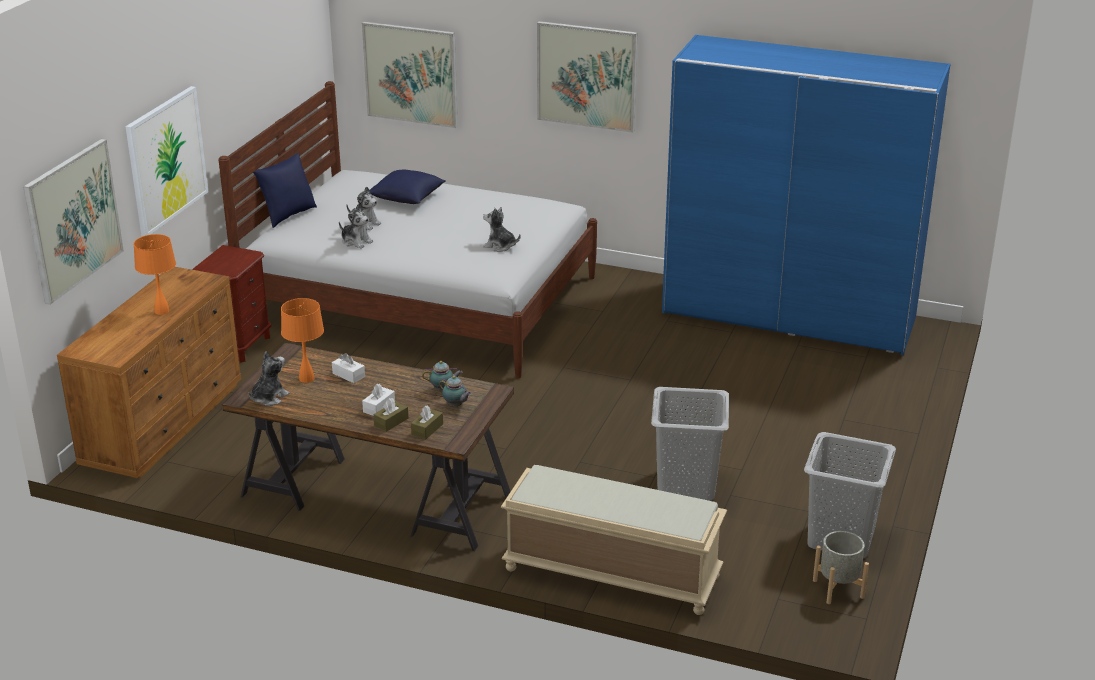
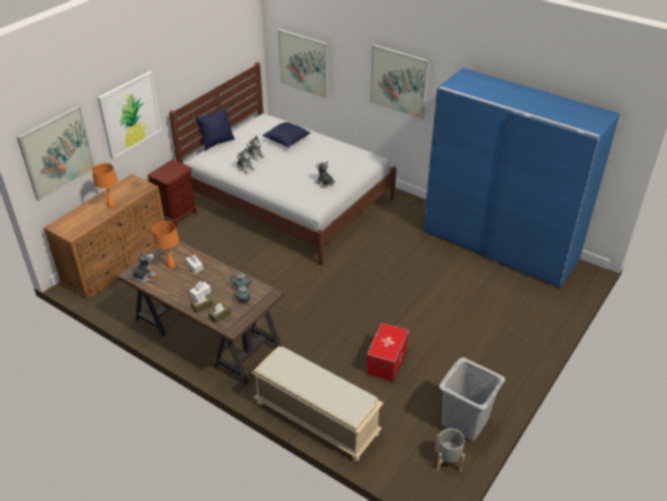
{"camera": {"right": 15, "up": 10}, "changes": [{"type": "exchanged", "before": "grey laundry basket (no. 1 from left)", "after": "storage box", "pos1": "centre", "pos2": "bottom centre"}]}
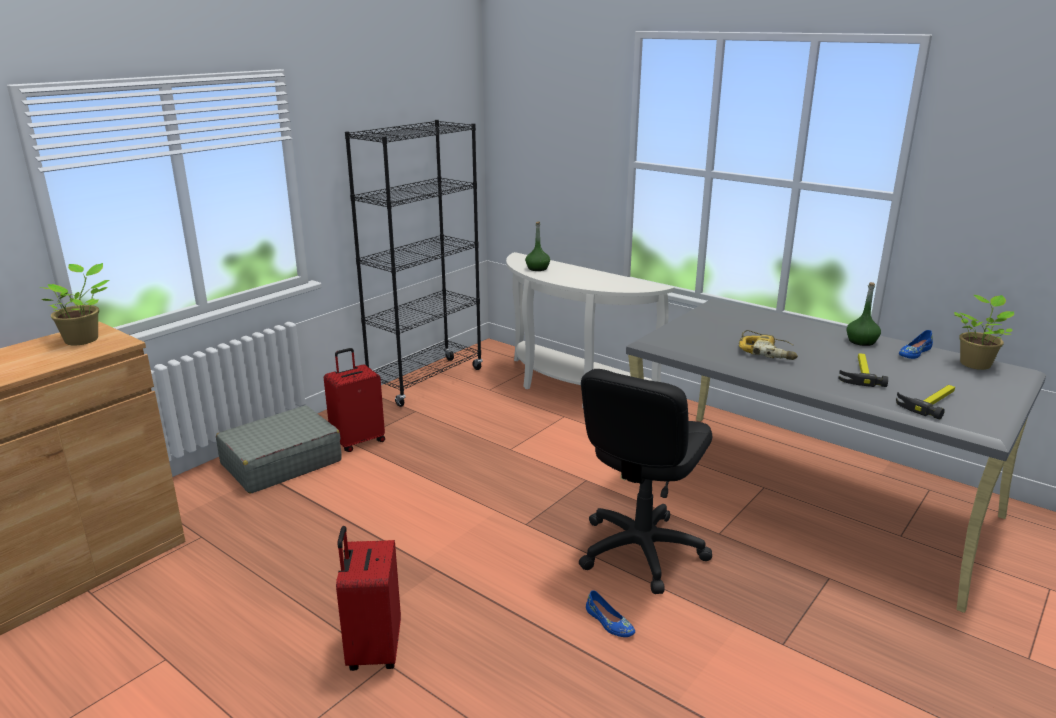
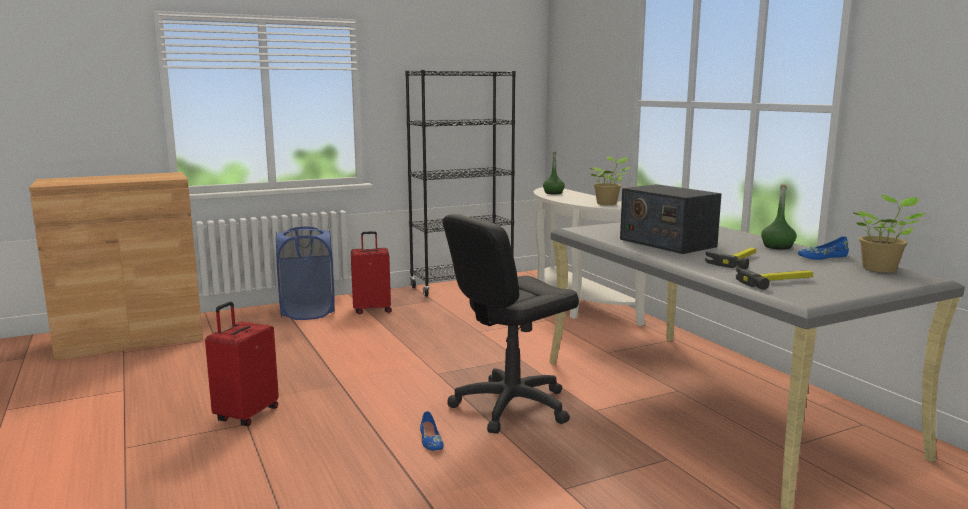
{"camera": {"right": 25, "up": -10}, "changes": [{"type": "exchanged", "before": "grey suitcase", "after": "blue laundry basket", "pos1": "middle left", "pos2": "middle left"}, {"type": "relocated", "before": "potted plant (no. 1 from left)", "pos1": "middle left", "pos2": "centre"}, {"type": "exchanged", "before": "power drill", "after": "radio", "pos1": "middle right", "pos2": "middle right"}]}
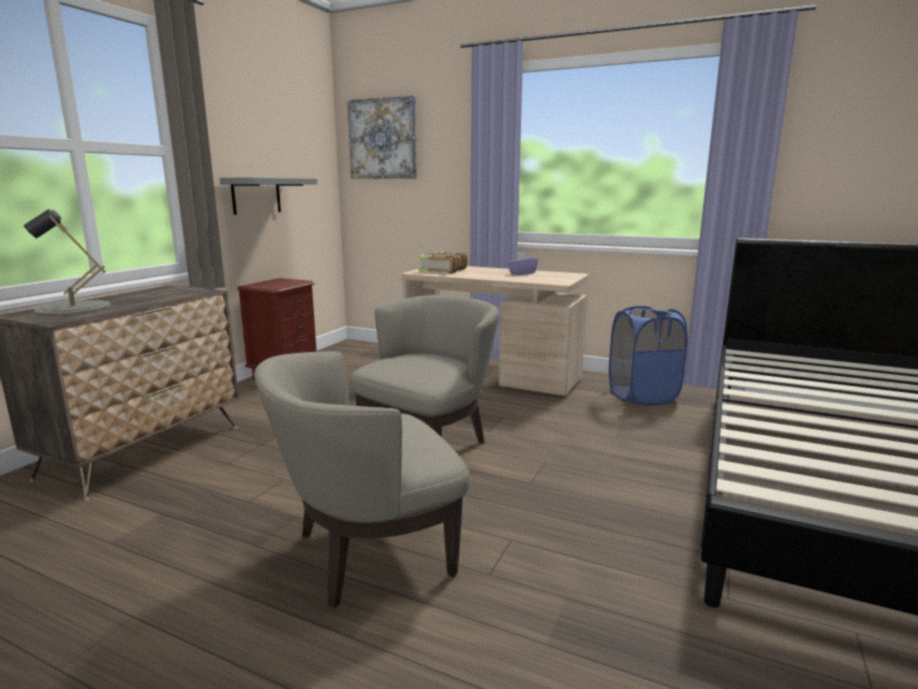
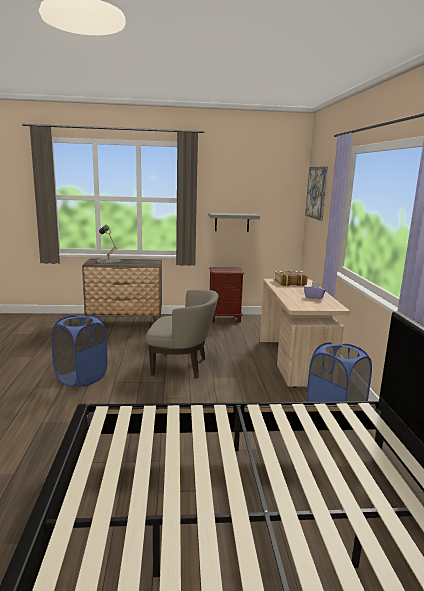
{"camera": {"right": 60, "up": 0}, "changes": [{"type": "exchanged", "before": "beige armchair (no. 1 from left)", "after": "blue laundry basket (no. 1 from left)", "pos1": "bottom centre", "pos2": "middle left"}]}
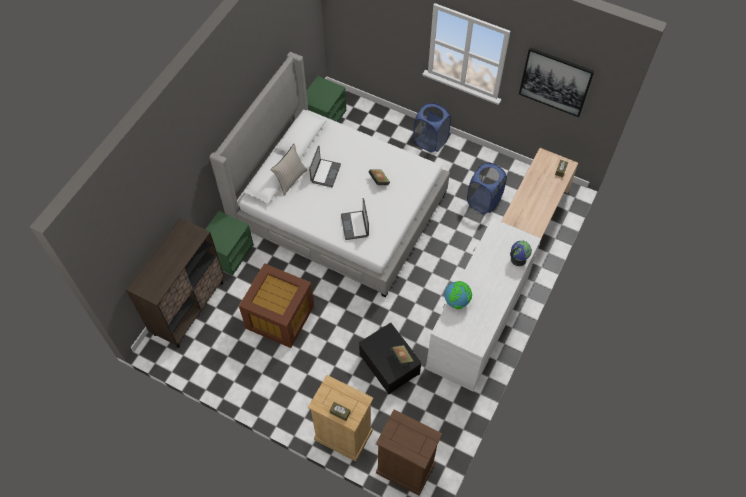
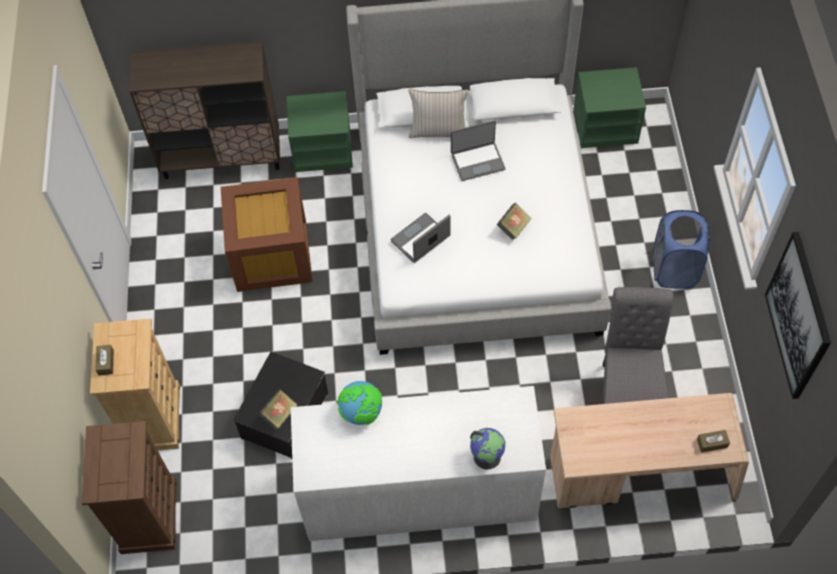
{"camera": {"right": 60, "up": 0}, "changes": [{"type": "exchanged", "before": "blue laundry basket (no. 2 from left)", "after": "grey chair", "pos1": "centre", "pos2": "middle right"}]}
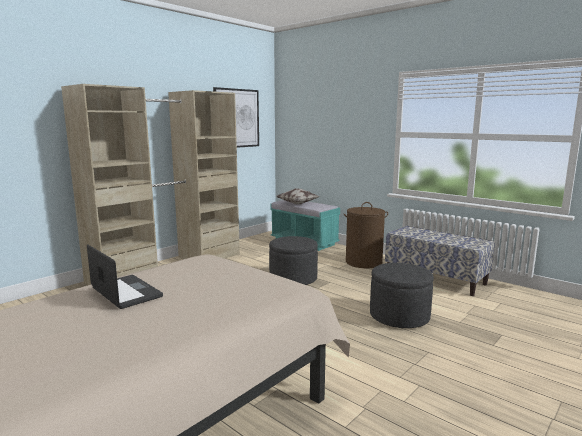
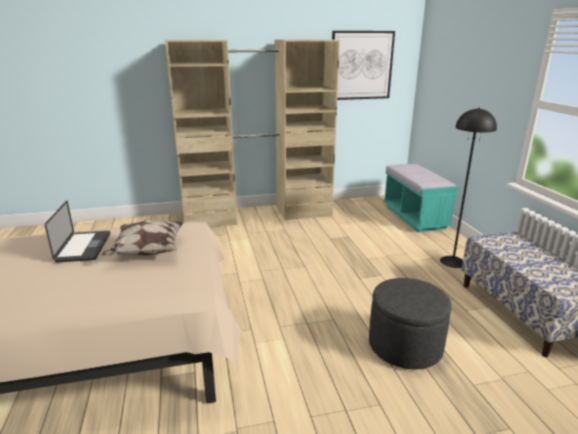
{"camera": {"right": 35, "up": 10}, "changes": [{"type": "relocated", "before": "pillow", "pos1": "centre", "pos2": "middle left"}, {"type": "exchanged", "before": "brown laundry basket", "after": "black floor lamp", "pos1": "centre", "pos2": "middle right"}, {"type": "missing", "before": "grey ottoman (no. 1 from left)", "pos1": "centre"}]}
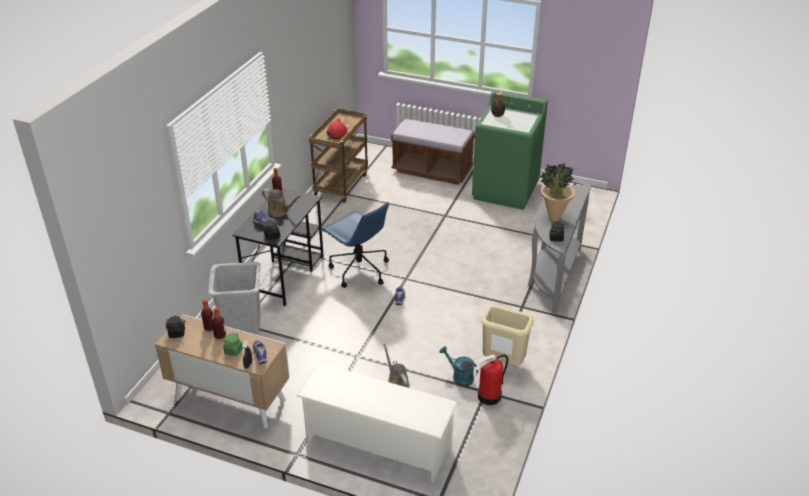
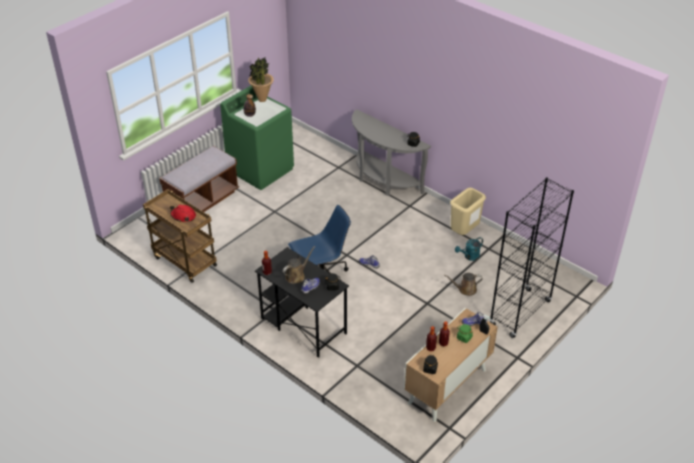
{"camera": {"right": -70, "up": 5}, "changes": [{"type": "relocated", "before": "potted plant", "pos1": "middle right", "pos2": "top centre"}, {"type": "exchanged", "before": "white shoe rack", "after": "black bookcase", "pos1": "bottom centre", "pos2": "middle right"}, {"type": "missing", "before": "grey laundry basket", "pos1": "middle left"}, {"type": "missing", "before": "fire extinguisher", "pos1": "bottom centre"}]}
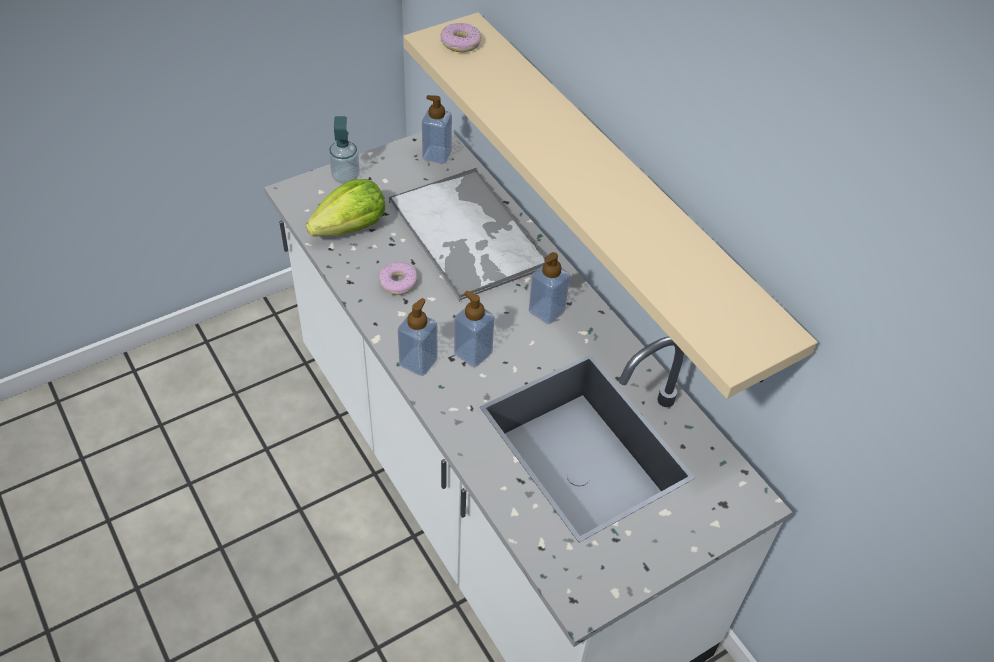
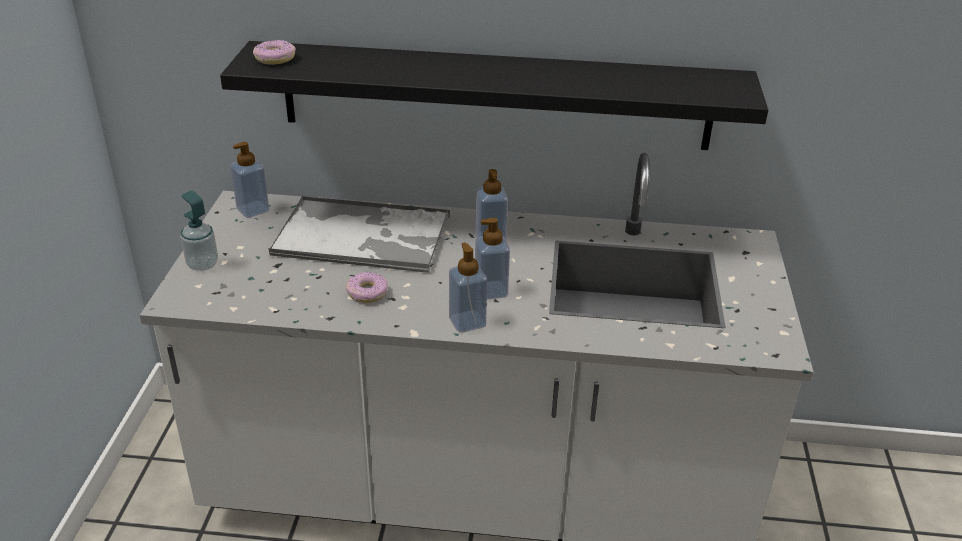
{"camera": {"right": -50, "up": -15}, "changes": [{"type": "colour", "before": "beige shelf", "after": "black shelf", "pos1": "top centre", "pos2": "top centre"}, {"type": "missing", "before": "lettuce", "pos1": "top centre"}]}
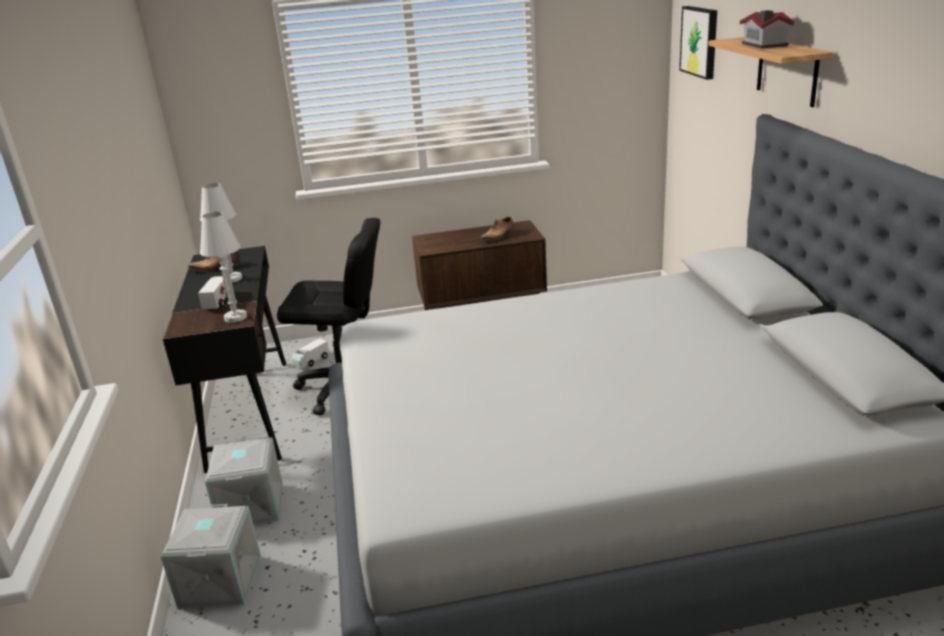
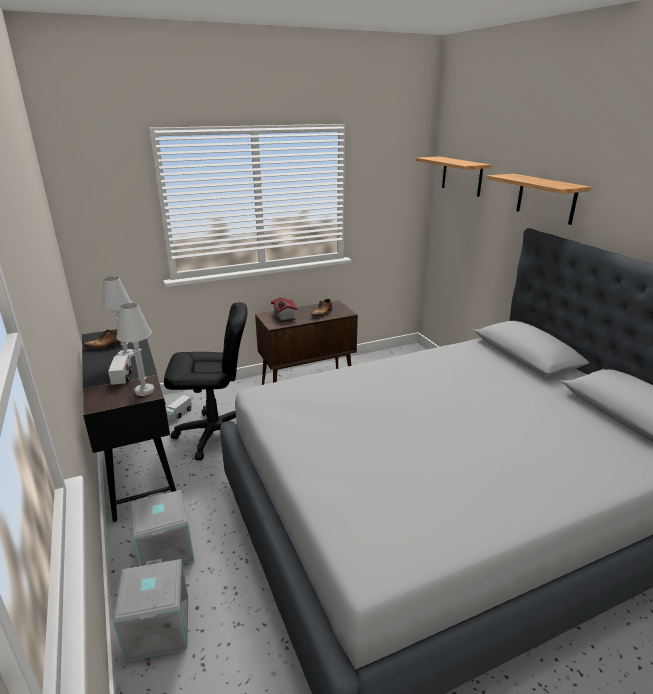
{"camera": {"right": -15, "up": 0}, "changes": [{"type": "relocated", "before": "toy house", "pos1": "top right", "pos2": "centre"}, {"type": "exchanged", "before": "picture", "after": "shelf (no. 1 from left)", "pos1": "top right", "pos2": "top right"}]}
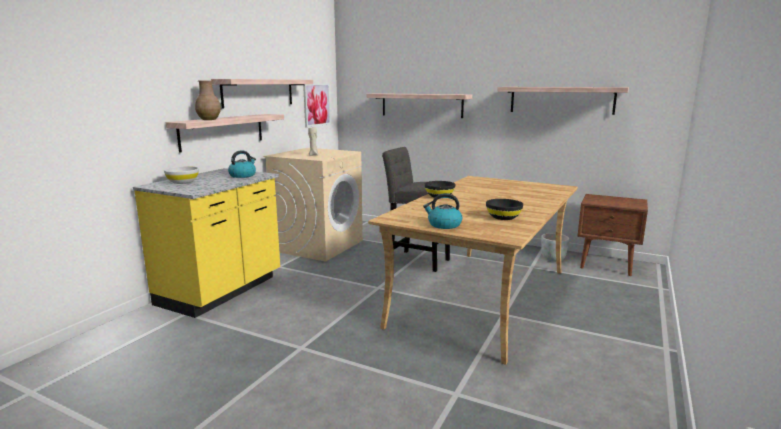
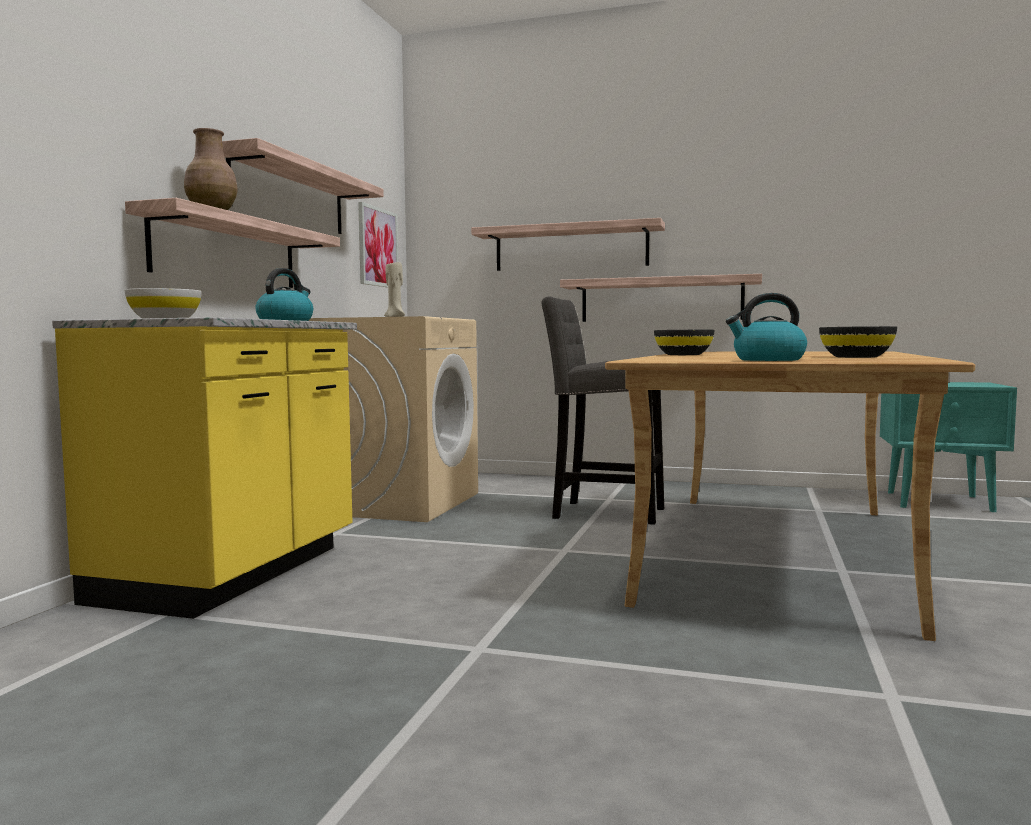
{"camera": {"right": -10, "up": -10}, "changes": [{"type": "relocated", "before": "shelf (no. 4 from left)", "pos1": "top right", "pos2": "centre"}, {"type": "colour", "before": "brown nightstand", "after": "turquoise nightstand", "pos1": "middle right", "pos2": "middle right"}, {"type": "missing", "before": "grey planter", "pos1": "middle right"}]}
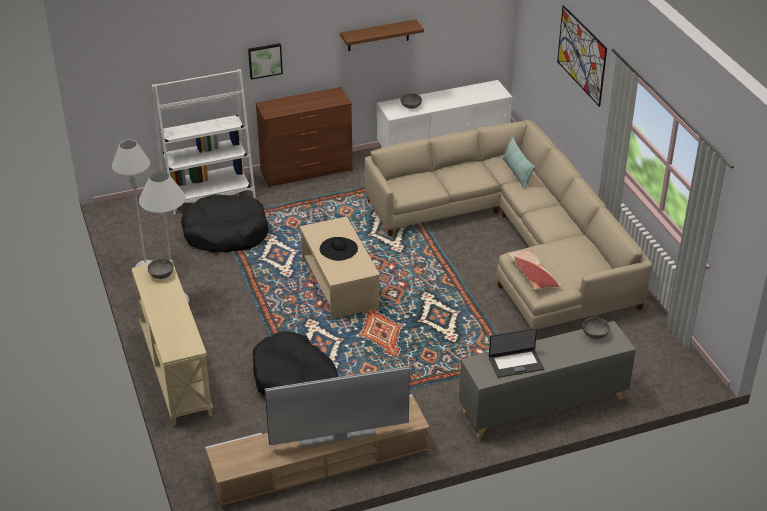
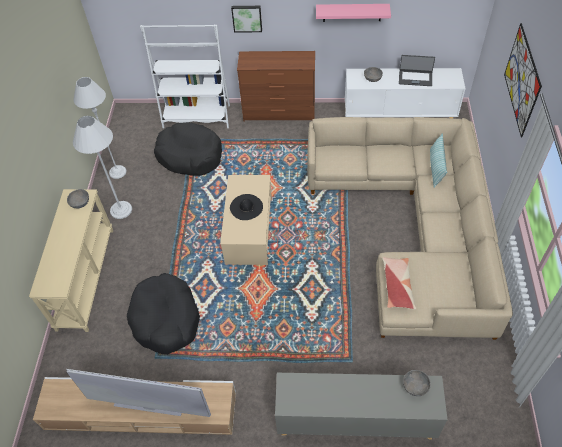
{"camera": {"right": 25, "up": 15}, "changes": [{"type": "colour", "before": "brown shelf", "after": "pink shelf", "pos1": "top centre", "pos2": "top centre"}, {"type": "relocated", "before": "laptop", "pos1": "bottom right", "pos2": "top right"}]}
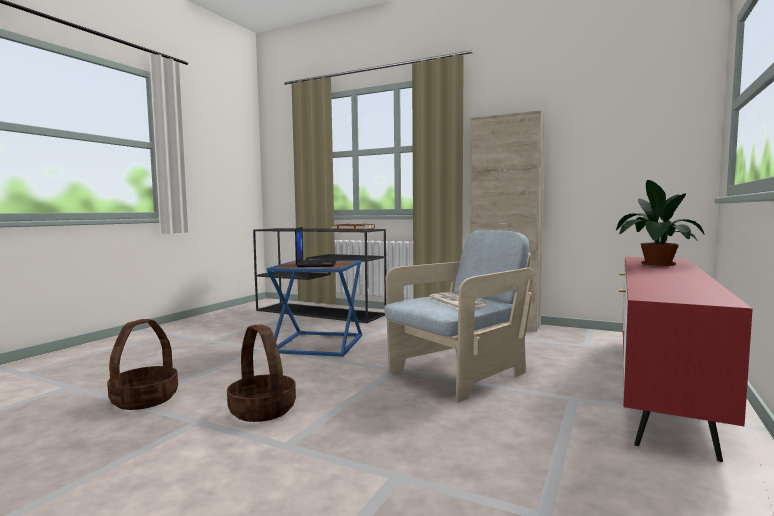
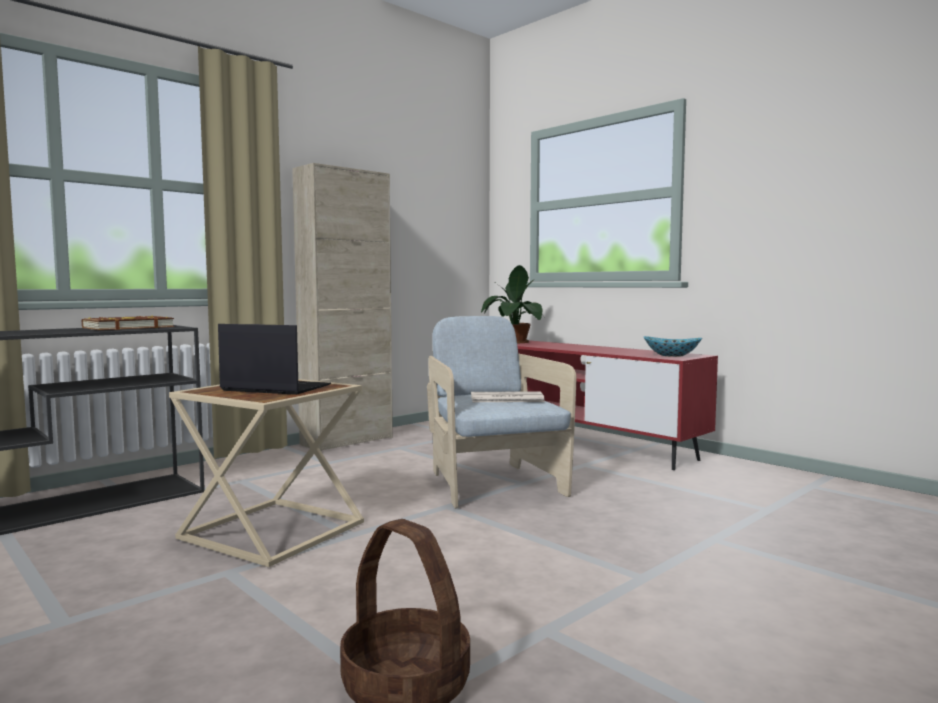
{"camera": {"right": -70, "up": 0}, "changes": [{"type": "colour", "before": "blue side table", "after": "beige side table", "pos1": "centre", "pos2": "bottom left"}, {"type": "appeared", "after": "bowl", "pos2": "middle right"}, {"type": "missing", "before": "basket (no. 2 from left)", "pos1": "bottom centre"}]}
